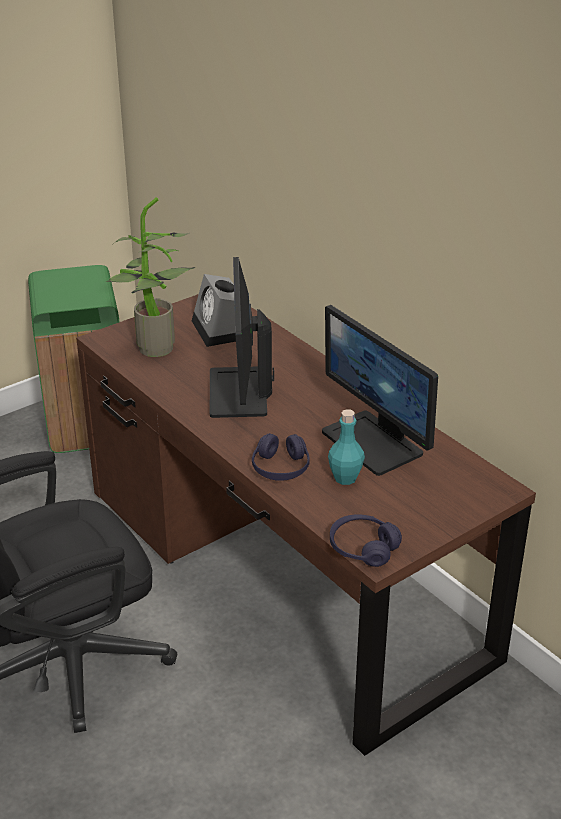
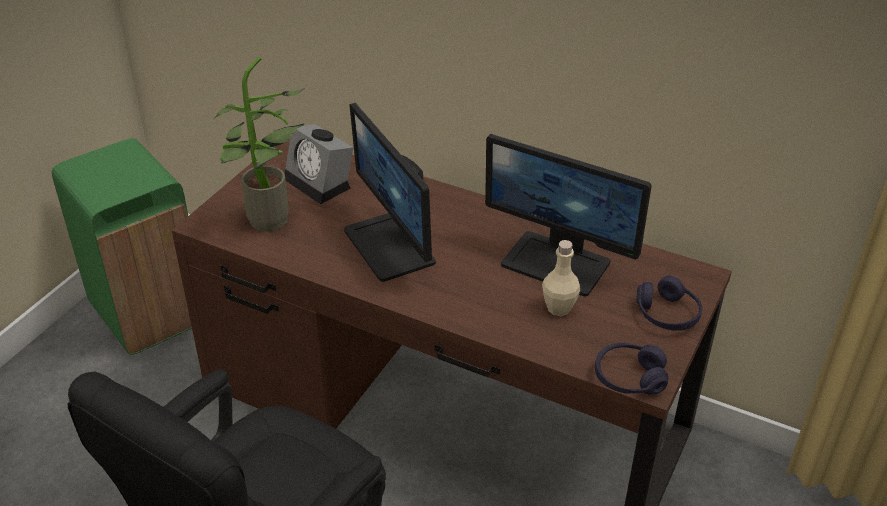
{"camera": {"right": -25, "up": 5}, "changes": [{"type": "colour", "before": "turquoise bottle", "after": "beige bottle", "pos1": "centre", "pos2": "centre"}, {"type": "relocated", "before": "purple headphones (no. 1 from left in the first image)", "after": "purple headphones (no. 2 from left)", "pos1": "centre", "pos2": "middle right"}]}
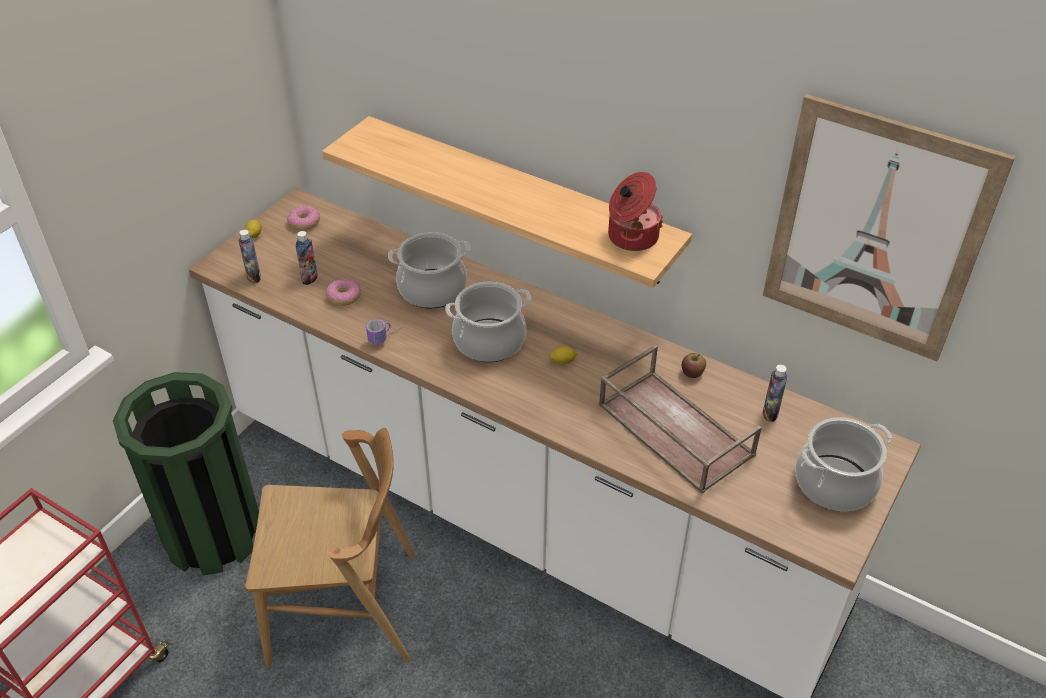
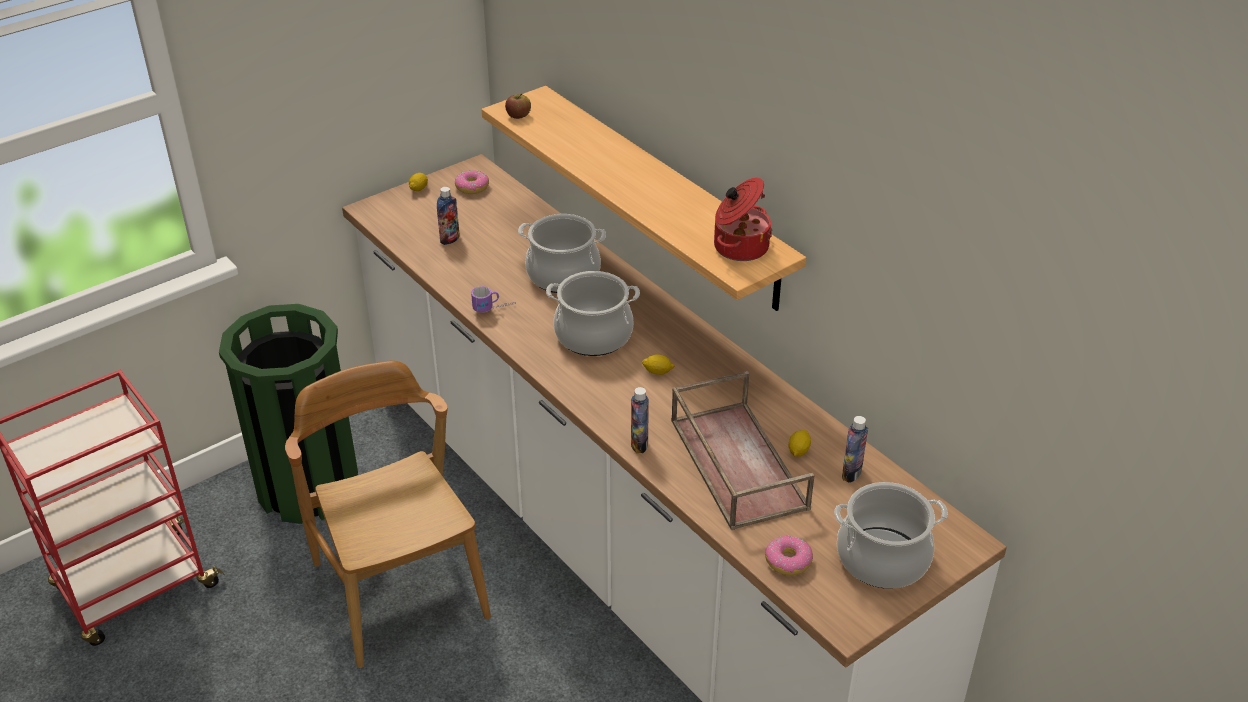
{"camera": {"right": 20, "up": -5}, "changes": [{"type": "spun", "before": "brown chair", "pos1": "bottom left", "pos2": "bottom left", "turn": -135}, {"type": "relocated", "before": "apple", "pos1": "centre", "pos2": "top centre"}, {"type": "relocated", "before": "bottle (no. 1 from left in the first image)", "after": "bottle (no. 2 from left)", "pos1": "middle left", "pos2": "centre"}, {"type": "relocated", "before": "donut (no. 2 from left)", "pos1": "middle left", "pos2": "bottom centre"}, {"type": "appeared", "after": "lemon (no. 3 from left)", "pos2": "centre"}, {"type": "missing", "before": "picture", "pos1": "top right"}]}
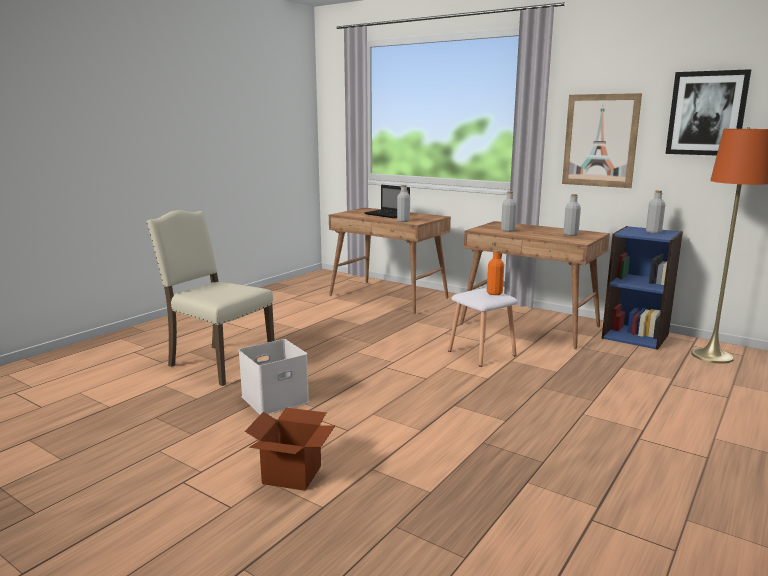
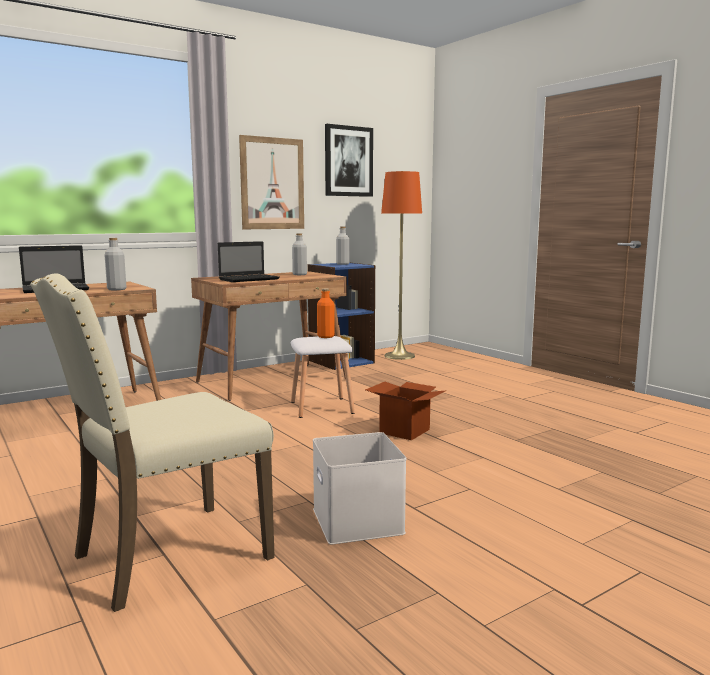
{"camera": {"right": -70, "up": -5}, "changes": [{"type": "exchanged", "before": "grey bottle (no. 2 from left)", "after": "laptop (no. 2 from left)", "pos1": "centre", "pos2": "centre"}, {"type": "relocated", "before": "cardboard box", "pos1": "bottom centre", "pos2": "centre"}]}
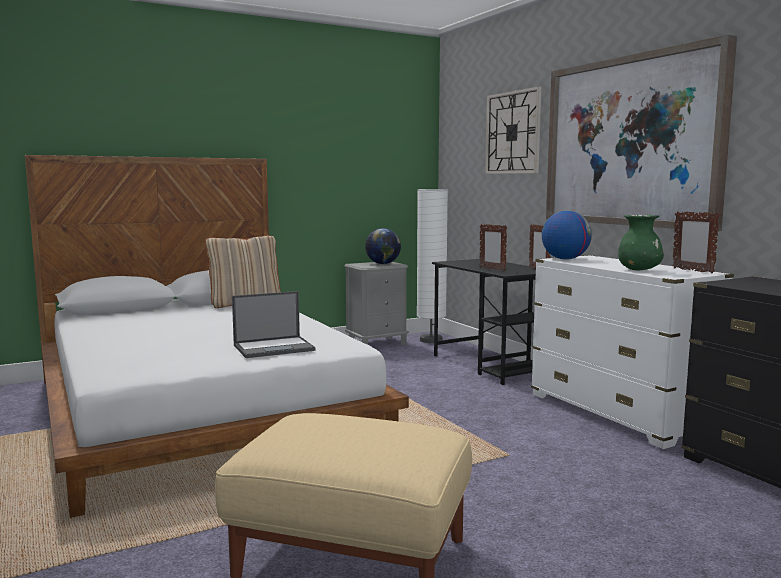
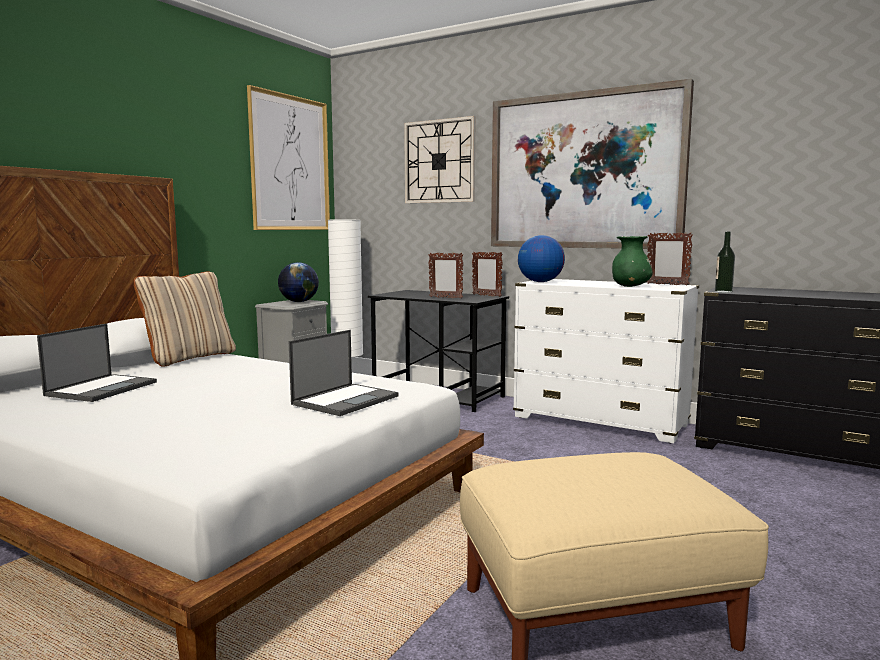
{"camera": {"right": -30, "up": 0}, "changes": [{"type": "appeared", "after": "laptop (no. 1 from left)", "pos2": "middle left"}, {"type": "appeared", "after": "picture (no. 1 from left)", "pos2": "top left"}, {"type": "appeared", "after": "bottle", "pos2": "middle right"}]}
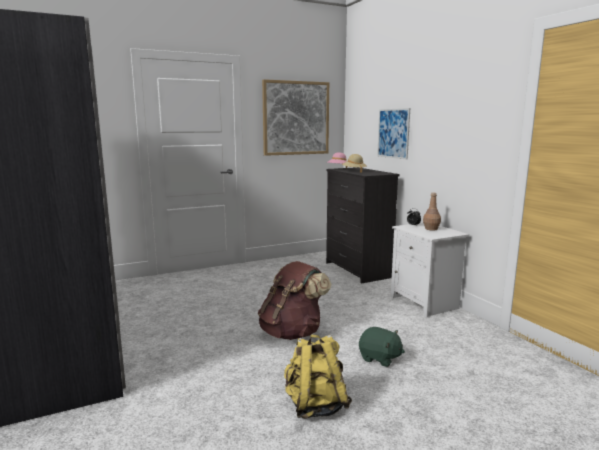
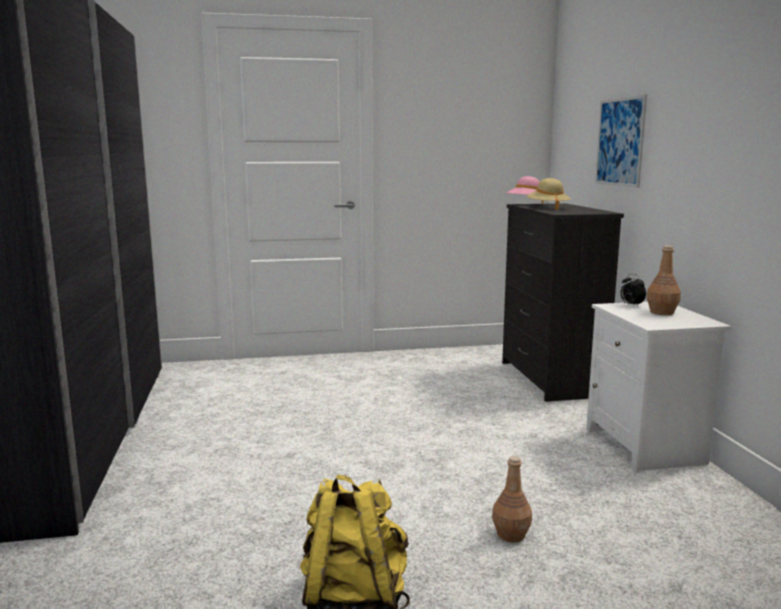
{"camera": {"right": 15, "up": 0}, "changes": [{"type": "exchanged", "before": "green plush toy", "after": "brown bottle (no. 1 from left)", "pos1": "bottom centre", "pos2": "bottom centre"}, {"type": "missing", "before": "brown backpack", "pos1": "bottom centre"}, {"type": "missing", "before": "picture (no. 1 from left)", "pos1": "top centre"}]}
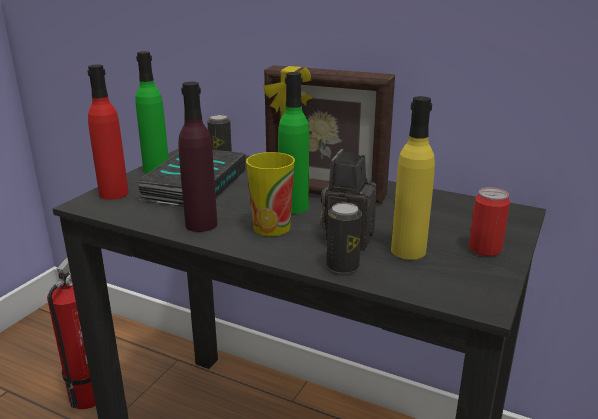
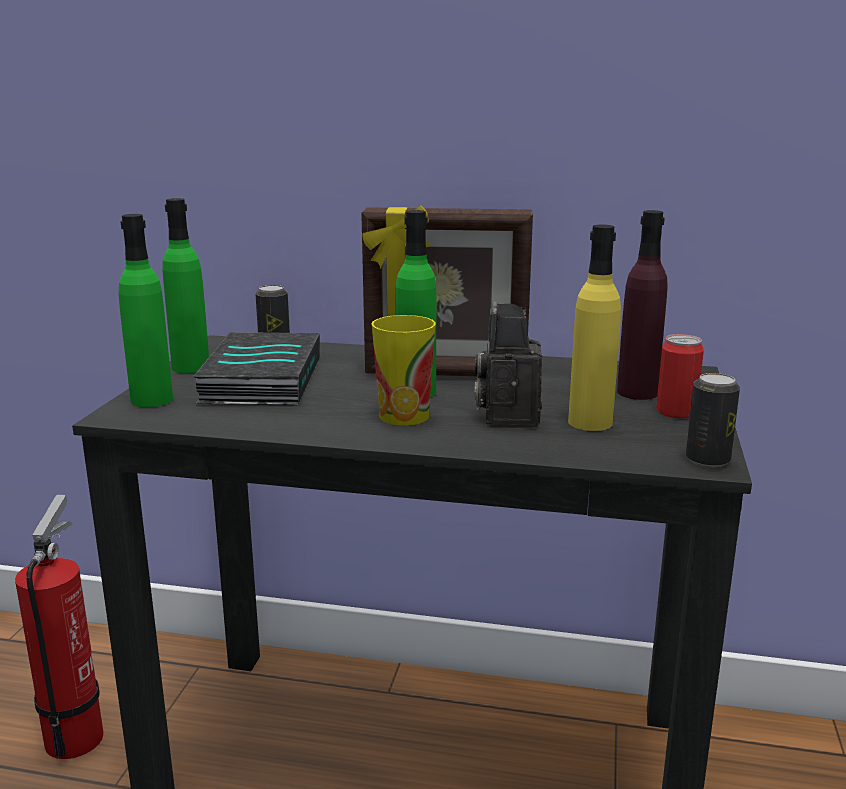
{"camera": {"right": -15, "up": -5}, "changes": [{"type": "colour", "before": "red bottle", "after": "green bottle (no. 1 from left)", "pos1": "top left", "pos2": "middle left"}, {"type": "relocated", "before": "purple bottle", "pos1": "middle left", "pos2": "middle right"}, {"type": "relocated", "before": "can (no. 2 from left in the first image)", "after": "can (no. 3 from left)", "pos1": "centre", "pos2": "middle right"}]}
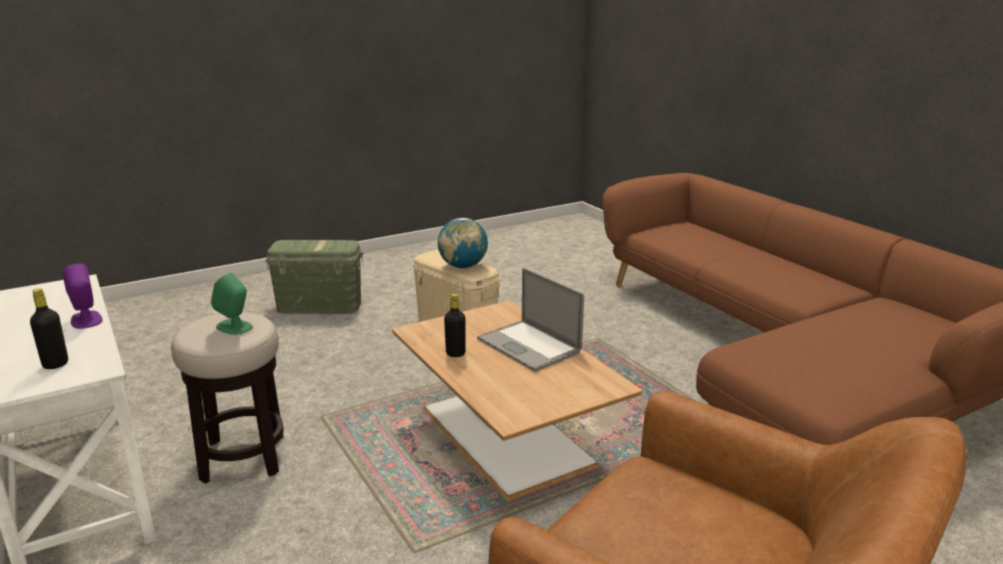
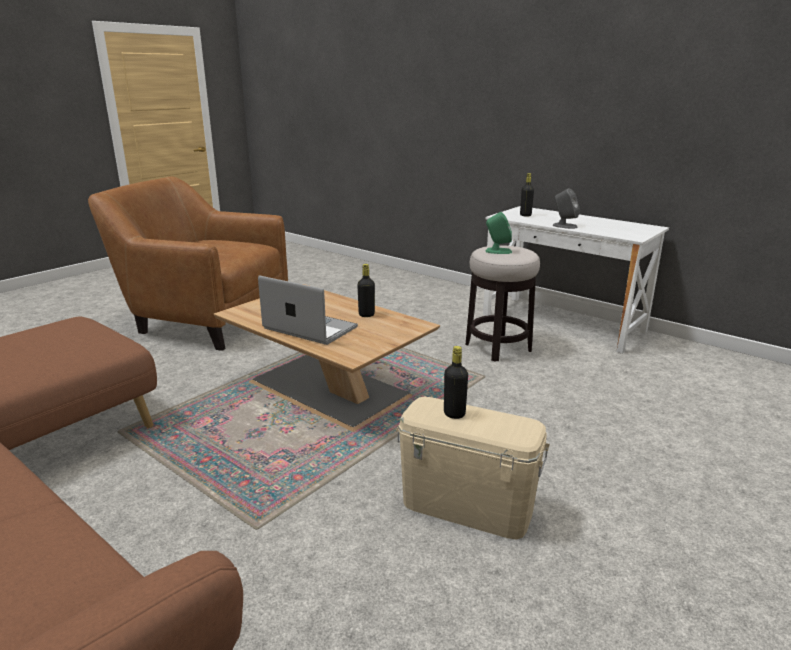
{"camera": {"right": 160, "up": 0}, "changes": [{"type": "exchanged", "before": "globe", "after": "black bottle (no. 2 from left)", "pos1": "centre", "pos2": "centre"}, {"type": "colour", "before": "purple speaker", "after": "grey speaker", "pos1": "middle left", "pos2": "top right"}, {"type": "missing", "before": "green storage box", "pos1": "middle left"}]}
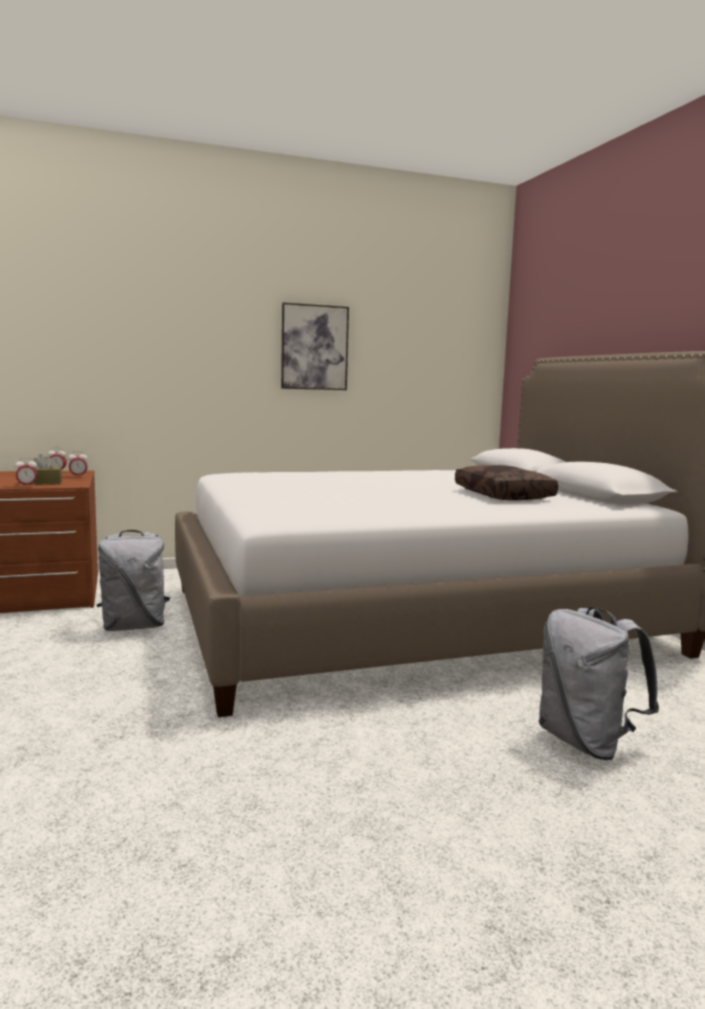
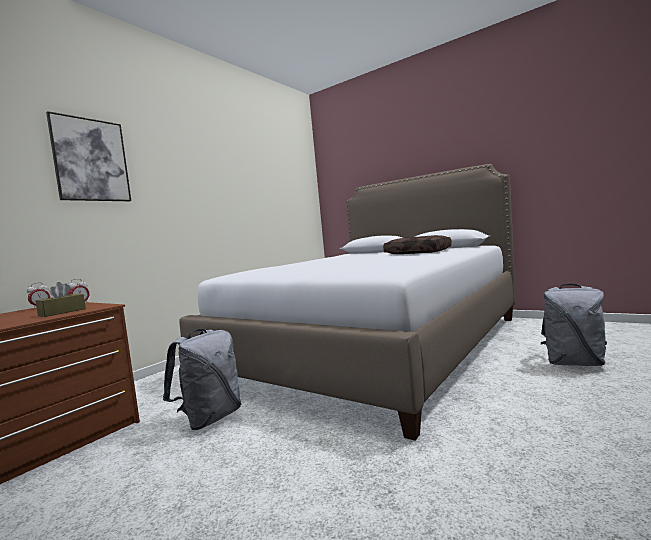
{"camera": {"right": -35, "up": -5}, "changes": [{"type": "relocated", "before": "picture", "pos1": "centre", "pos2": "top left"}, {"type": "missing", "before": "alarm clock (no. 1 from left)", "pos1": "middle left"}]}
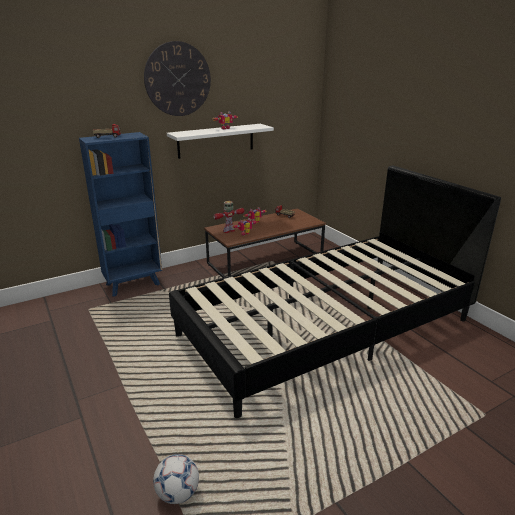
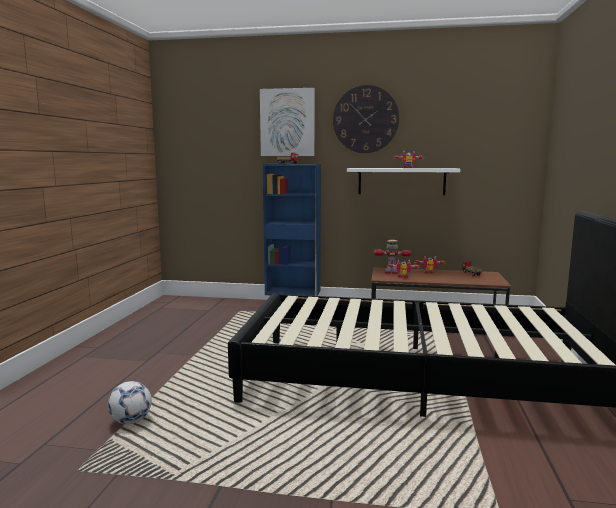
{"camera": {"right": 40, "up": -15}, "changes": [{"type": "appeared", "after": "picture", "pos2": "top centre"}]}
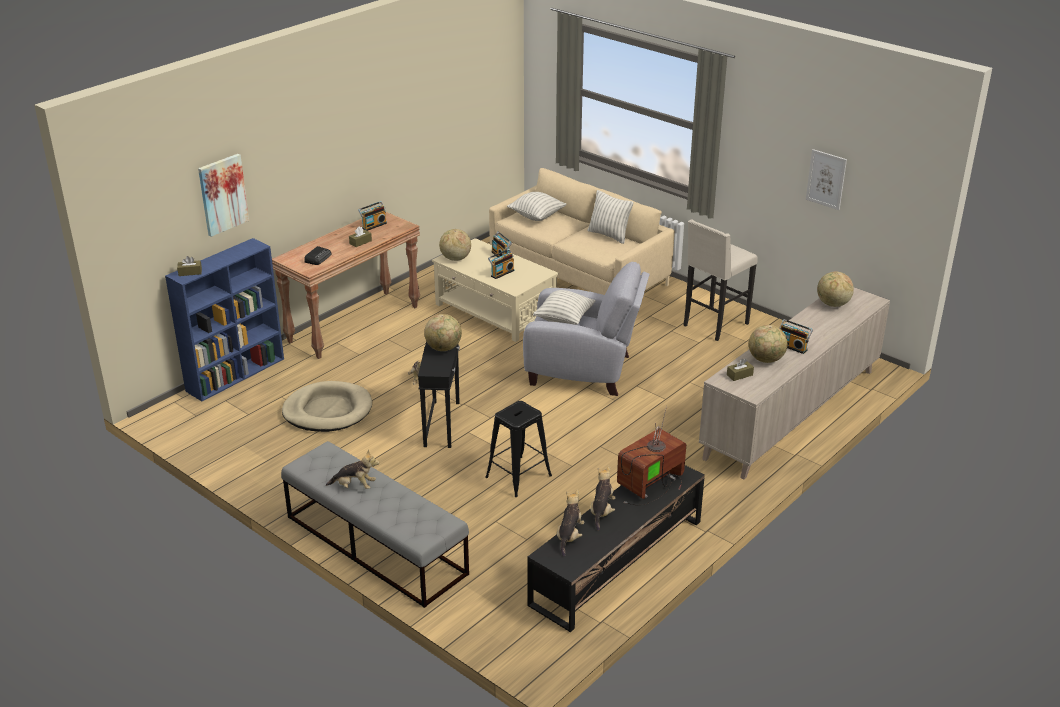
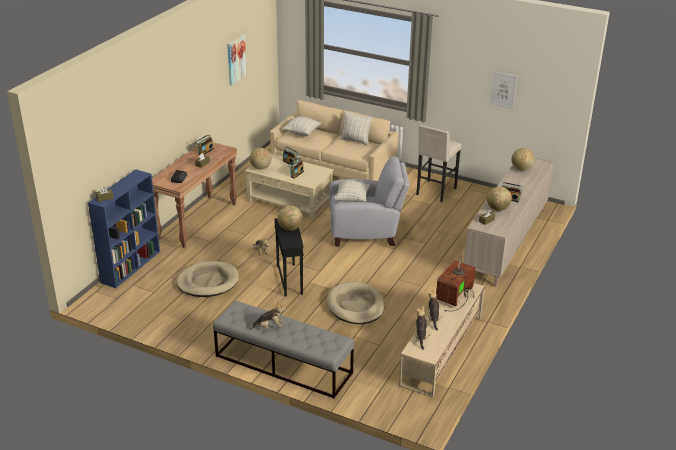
{"camera": {"right": -15, "up": 0}, "changes": [{"type": "relocated", "before": "picture (no. 1 from left)", "pos1": "top left", "pos2": "top centre"}, {"type": "exchanged", "before": "black stool", "after": "beige dog bed (no. 2 from left)", "pos1": "centre", "pos2": "bottom centre"}, {"type": "colour", "before": "black tv stand", "after": "beige tv stand", "pos1": "bottom centre", "pos2": "bottom centre"}]}
